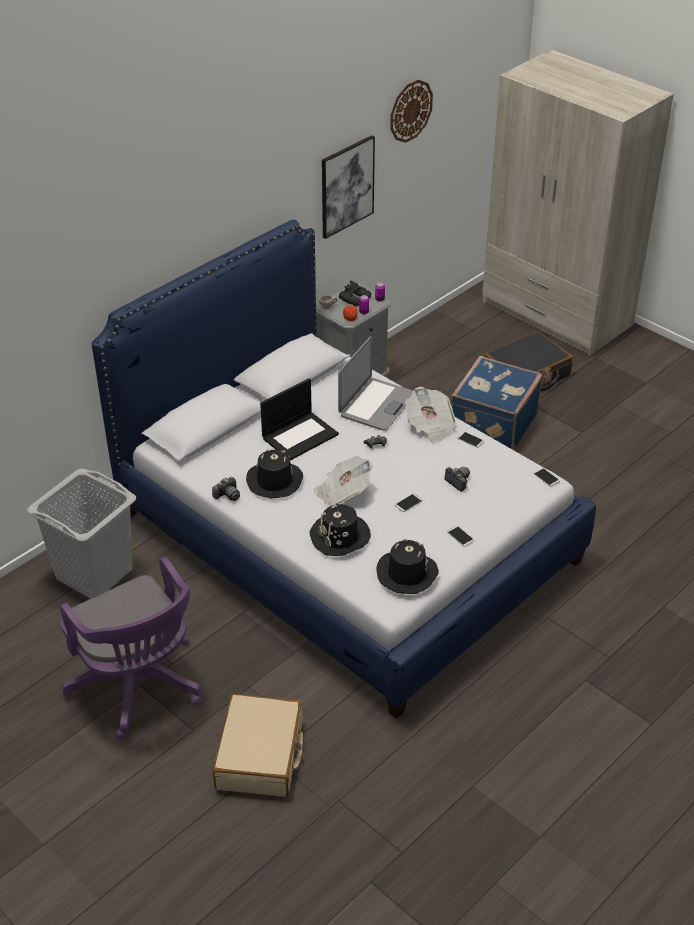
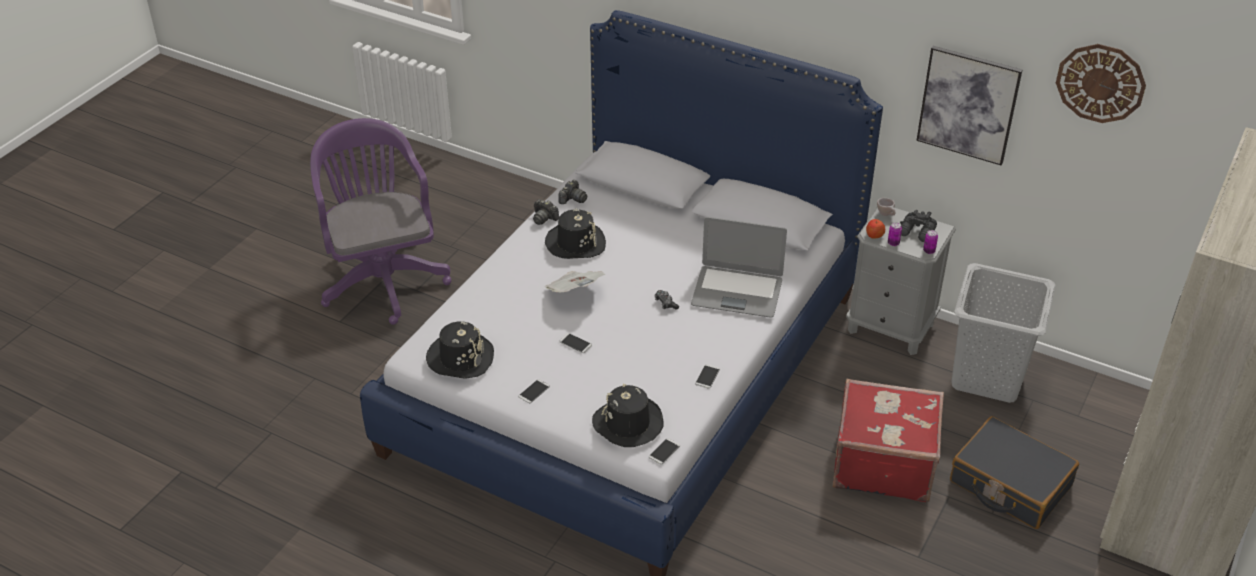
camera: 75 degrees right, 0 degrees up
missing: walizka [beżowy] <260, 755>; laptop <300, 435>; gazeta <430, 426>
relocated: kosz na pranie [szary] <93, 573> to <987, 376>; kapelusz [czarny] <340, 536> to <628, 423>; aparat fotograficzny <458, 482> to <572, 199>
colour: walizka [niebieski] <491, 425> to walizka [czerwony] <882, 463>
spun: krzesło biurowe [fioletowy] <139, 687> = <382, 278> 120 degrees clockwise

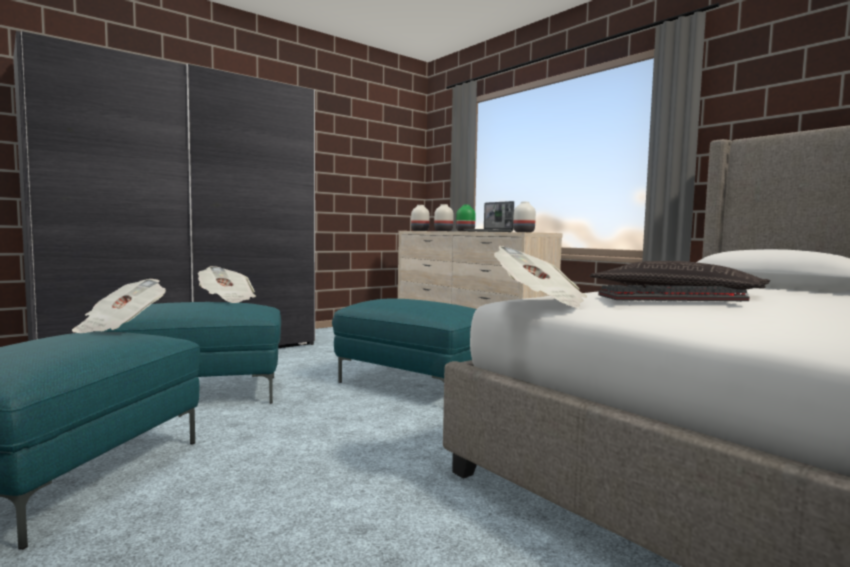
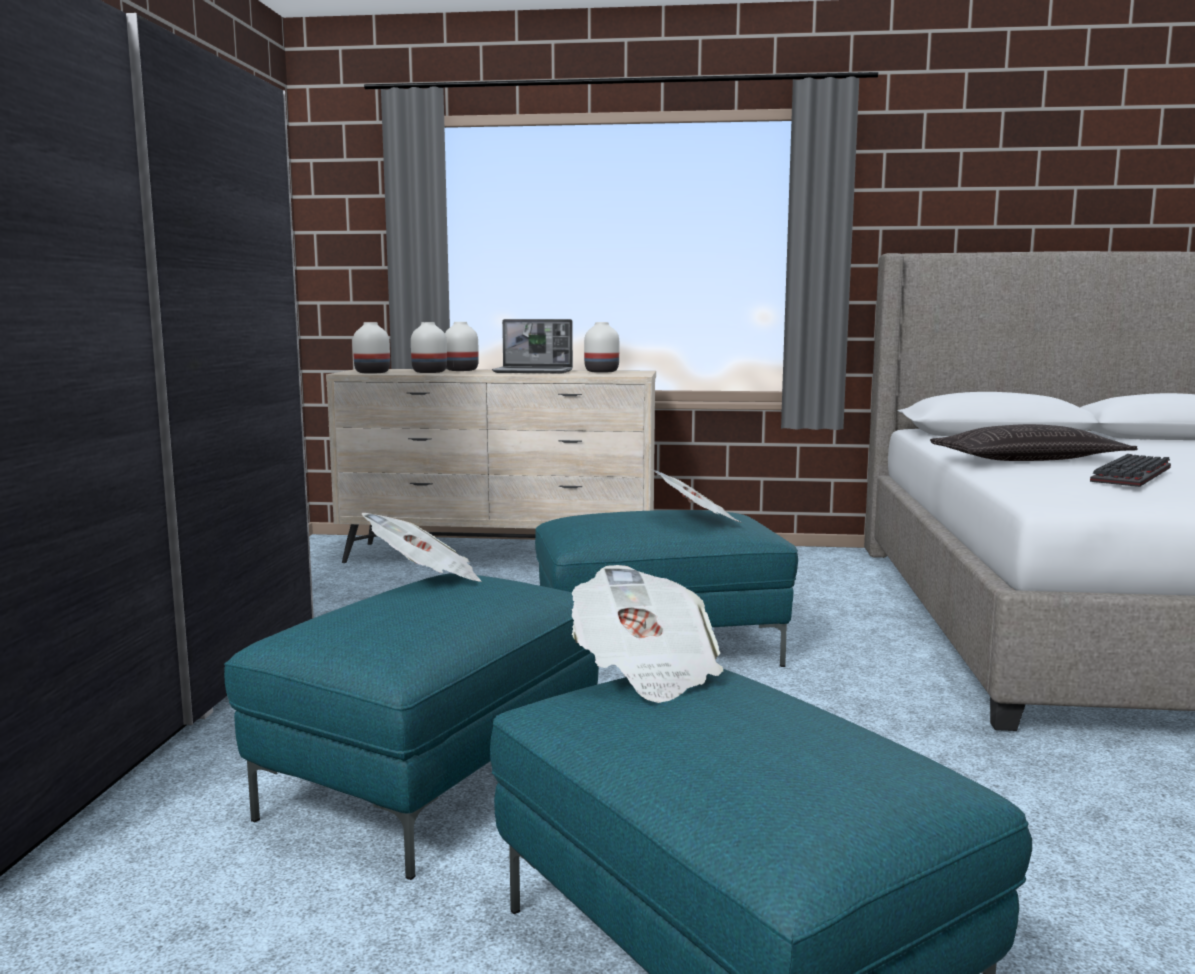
camera: 45 degrees left, 5 degrees up
relocated: gazeta <540, 301> to <696, 520>
colour: wazon [zielony] <465, 231> to wazon [biały] <460, 370>

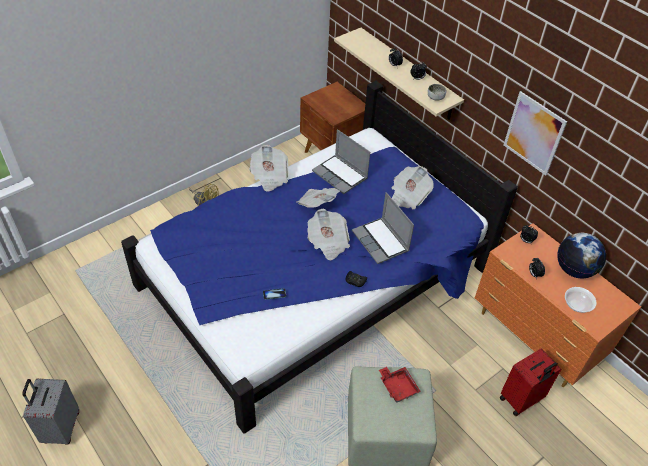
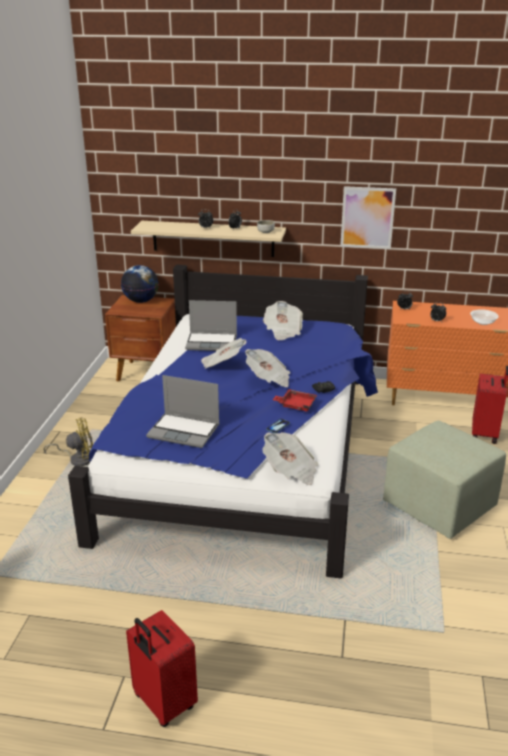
camera: 40 degrees left, 20 degrees down
relocated: gazeta <269, 176> to <290, 471>; laptop <381, 241> to <185, 431>; taca [czerwony] <398, 387> to <296, 405>; globus <574, 269> to <141, 301>
colour: walizka [szary] <60, 428> to walizka [czerwony] <163, 703>

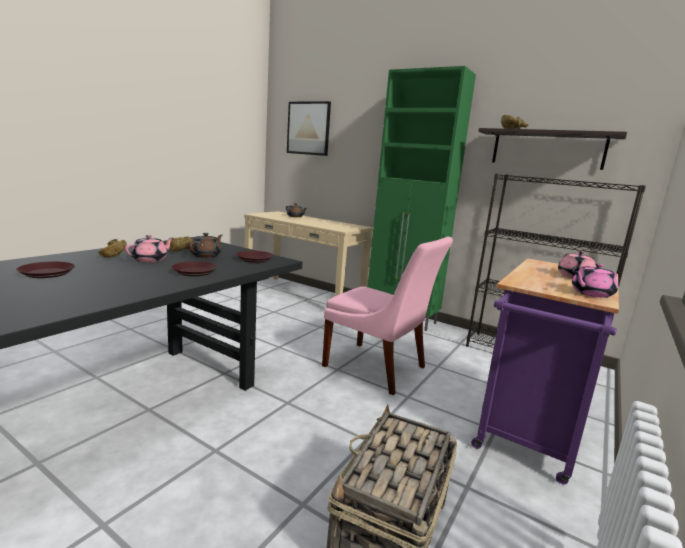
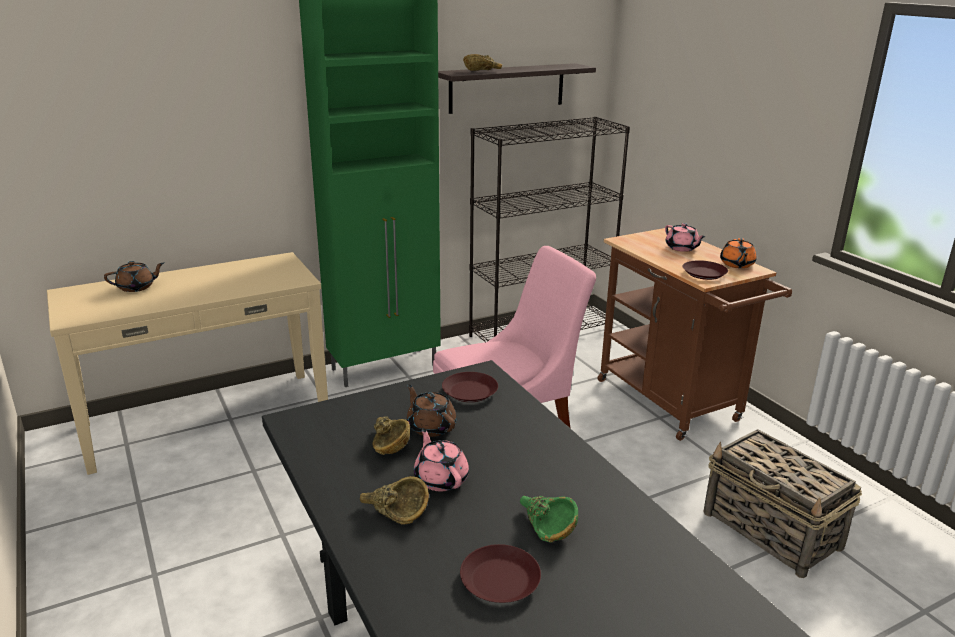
camera: 60 degrees left, 10 degrees up
missing: obraz <308, 128>
appeared: miska [zielony] <544, 526>
relocated: talerz [brązowy] <194, 272> to <704, 274>
colour: wózek [fioletowy] <528, 436> to wózek [brązowy] <674, 404>; imbryk [różowy] <591, 293> to imbryk [pomarańczowy] <737, 264>

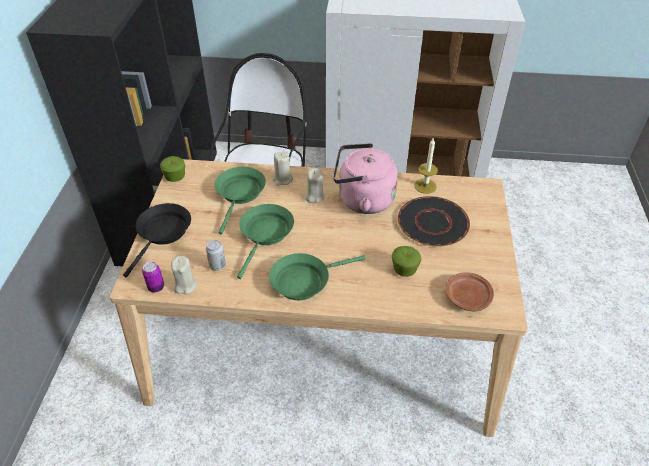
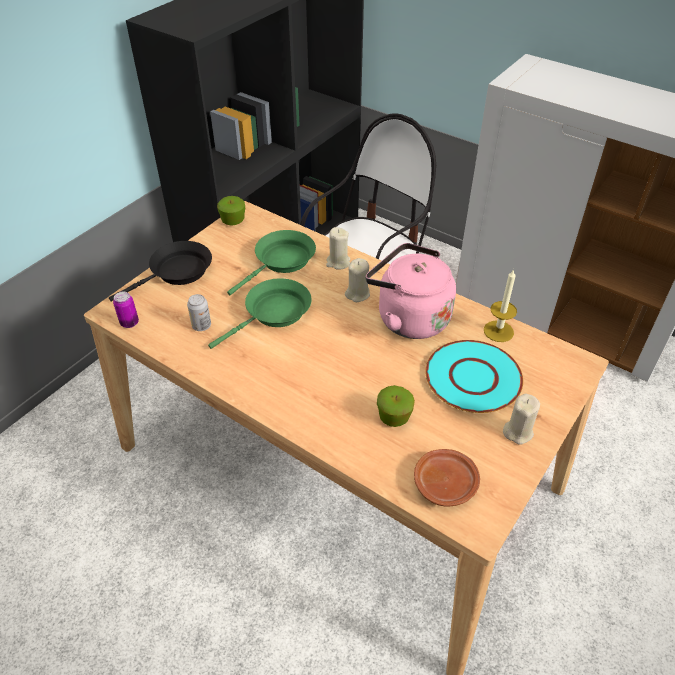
camera: 30 degrees right, 0 degrees up
missing: patelnia [zielony] <304, 280>
relocated: świeca [beżowy] <185, 285> to <518, 432>
colour: talerz [czarny] <433, 223> to talerz [turkusowy] <473, 378>

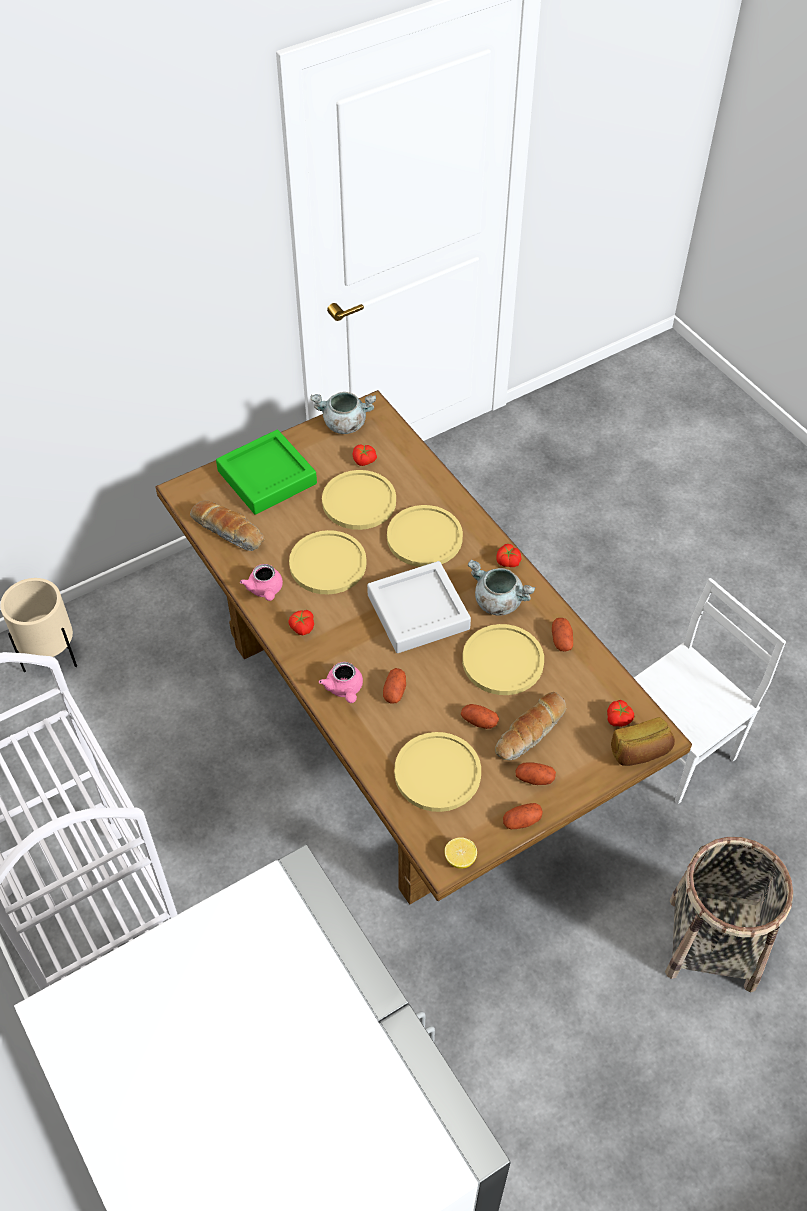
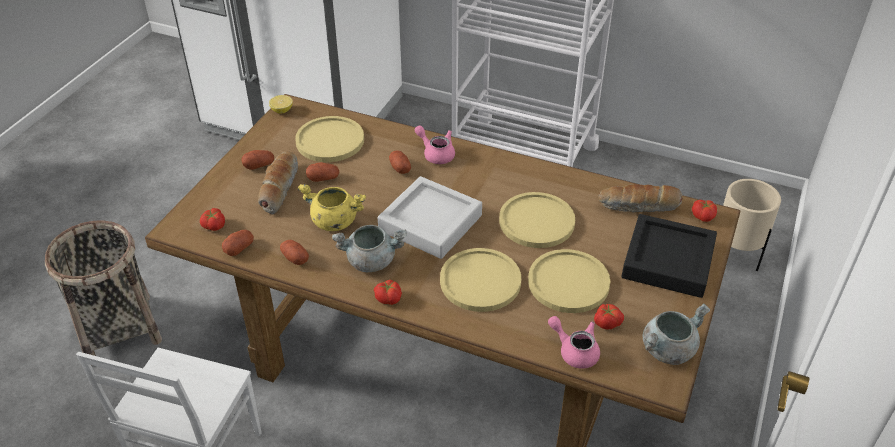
camera: 145 degrees right, 10 degrees down
missing: chleb <640, 752>
relocated: imbryk [różowy] <265, 590> to <574, 351>; pomidor <301, 627> to <703, 216>; ziemniak <521, 821> to <239, 248>
exchanged: talerz [żółty] <502, 661> to garnek [żółty] <334, 222>
colour: taca [zielony] <267, 477> to taca [czarny] <668, 261>

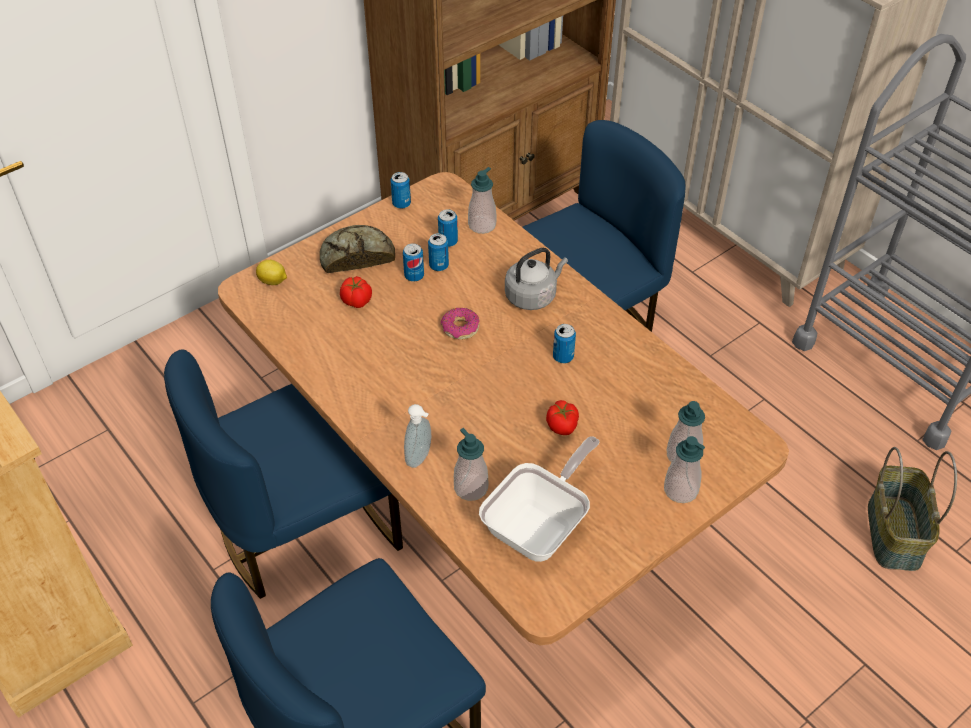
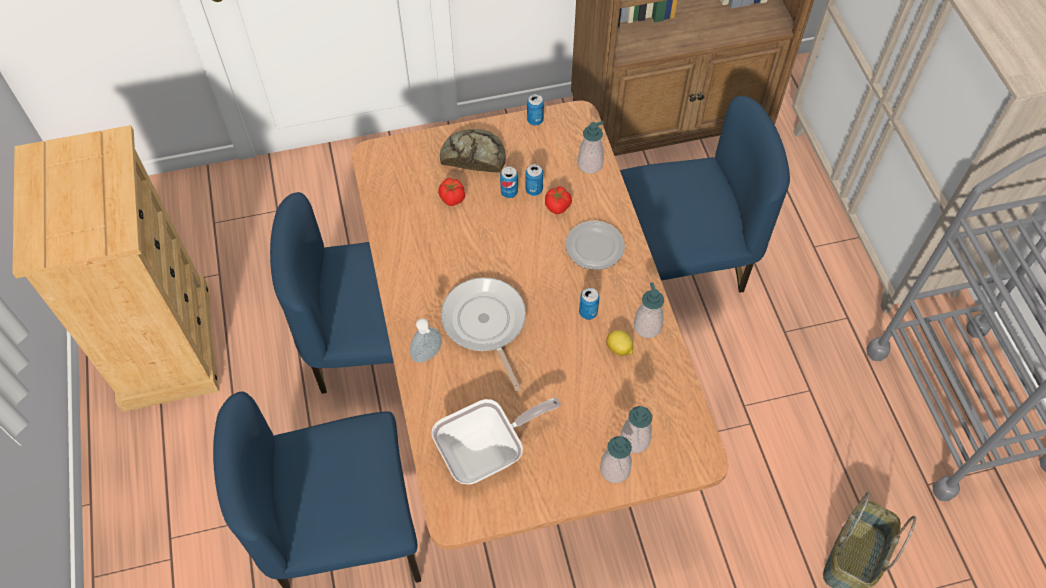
camera: 25 degrees right, 10 degrees up
missing: puszka <448, 241>; donut <460, 328>
appeared: patelnia <485, 324>
relocated: cytryna <273, 282> to <619, 349>; dozownik mydła <471, 487> to <647, 326>; pomidor <562, 426> to <558, 206>
exchanged: czajnik [szary] <533, 296> to talerz <595, 246>

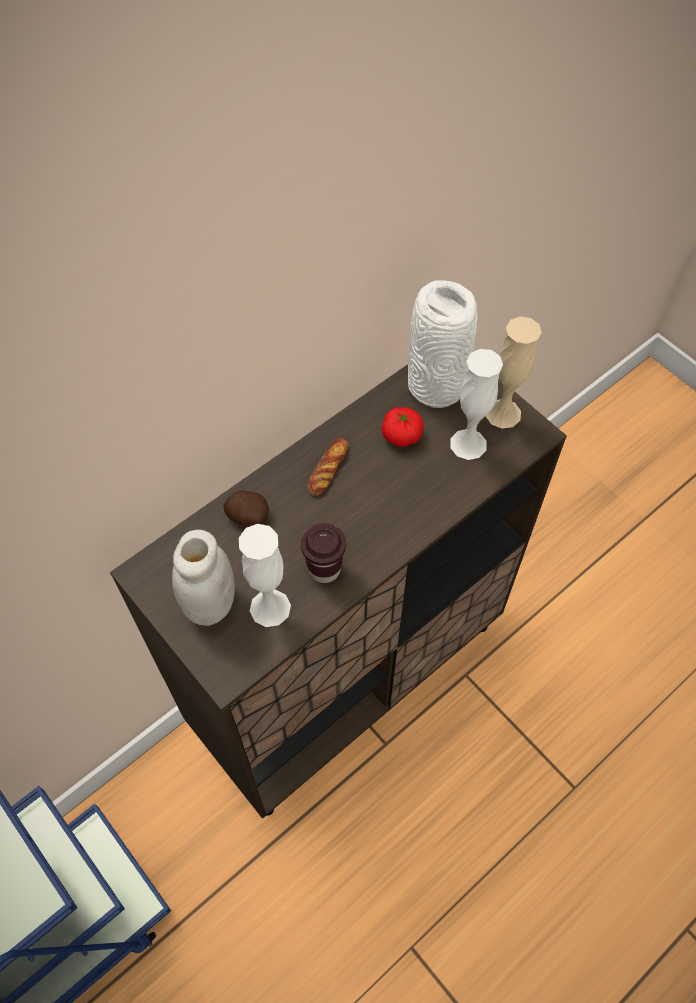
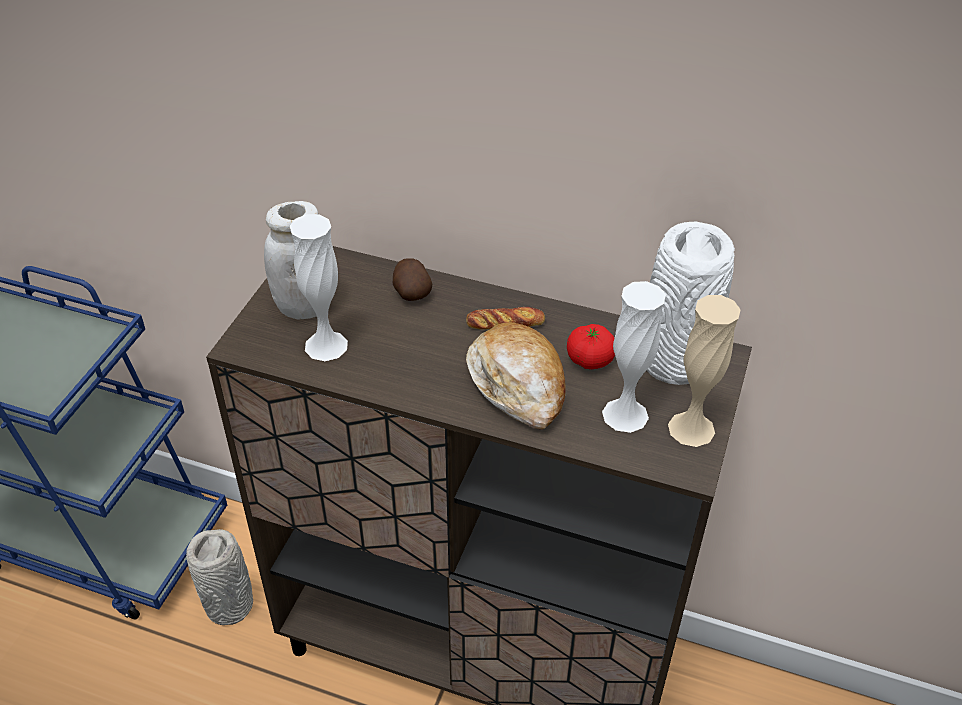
camera: 60 degrees right, 15 degrees down
missing: filiżanka [brązowy] <324, 569>
appeared: wazon [szary] <230, 604>; chleb <518, 384>

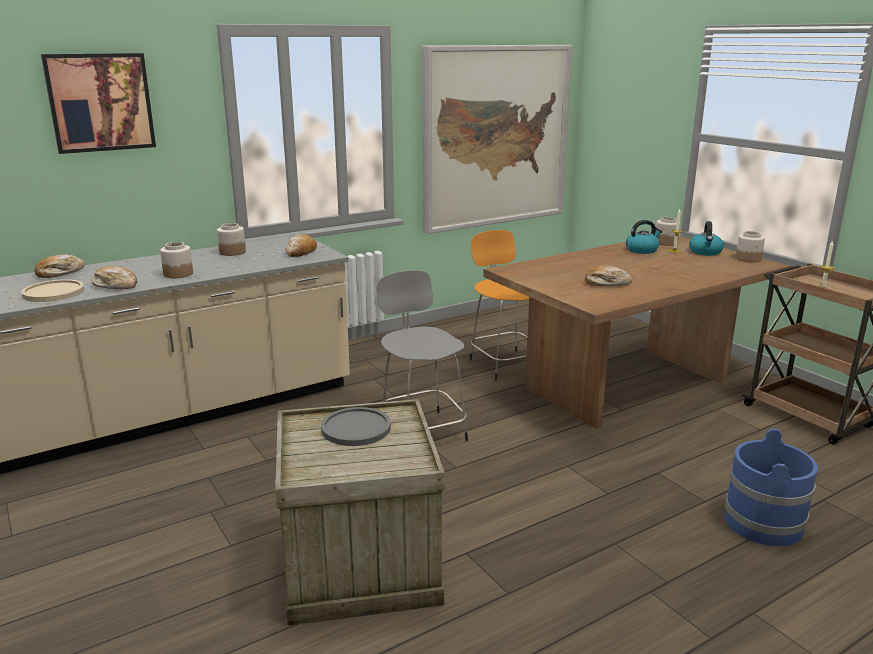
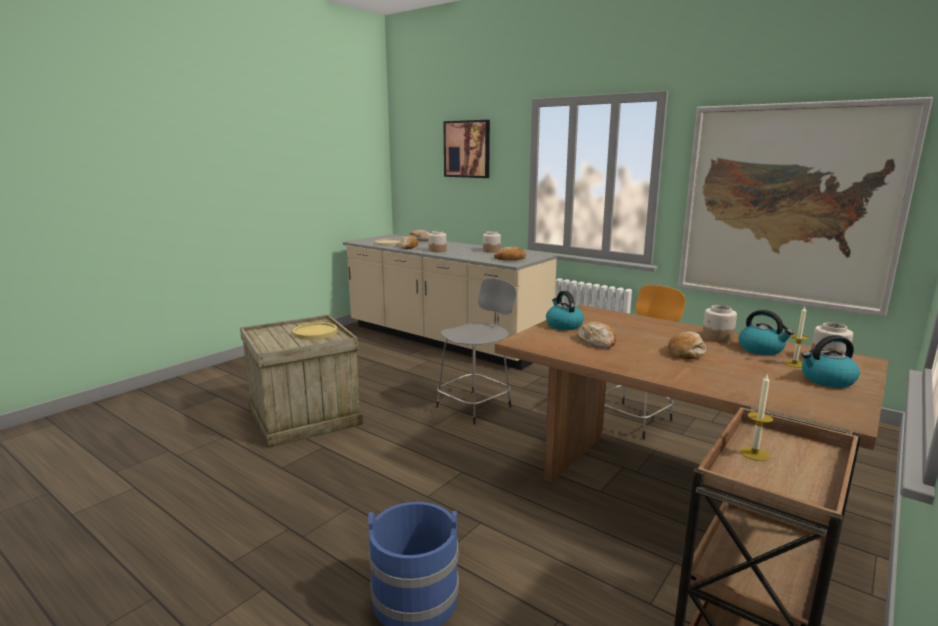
camera: 70 degrees right, 5 degrees down
appeared: czajnik <563, 325>; chleb <686, 352>
relocated: słoik <748, 259> to <717, 338>
colour: talerz [szary] <356, 428> to talerz [żółty] <315, 332>

